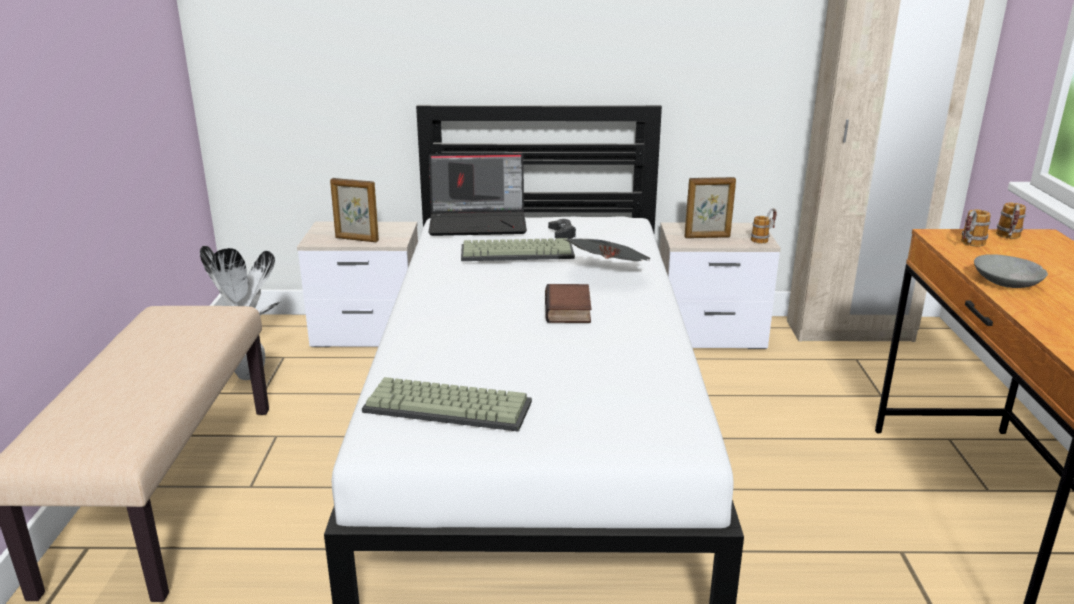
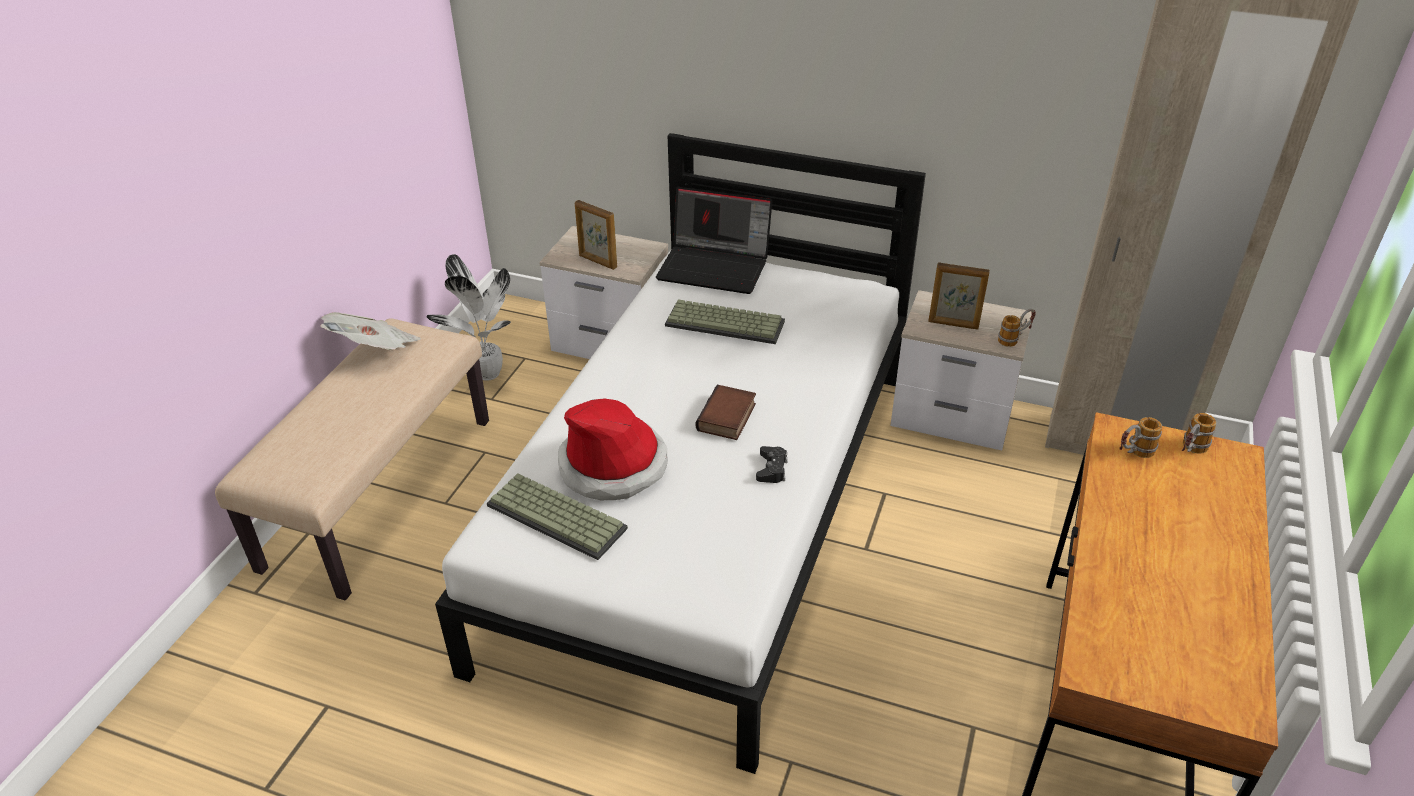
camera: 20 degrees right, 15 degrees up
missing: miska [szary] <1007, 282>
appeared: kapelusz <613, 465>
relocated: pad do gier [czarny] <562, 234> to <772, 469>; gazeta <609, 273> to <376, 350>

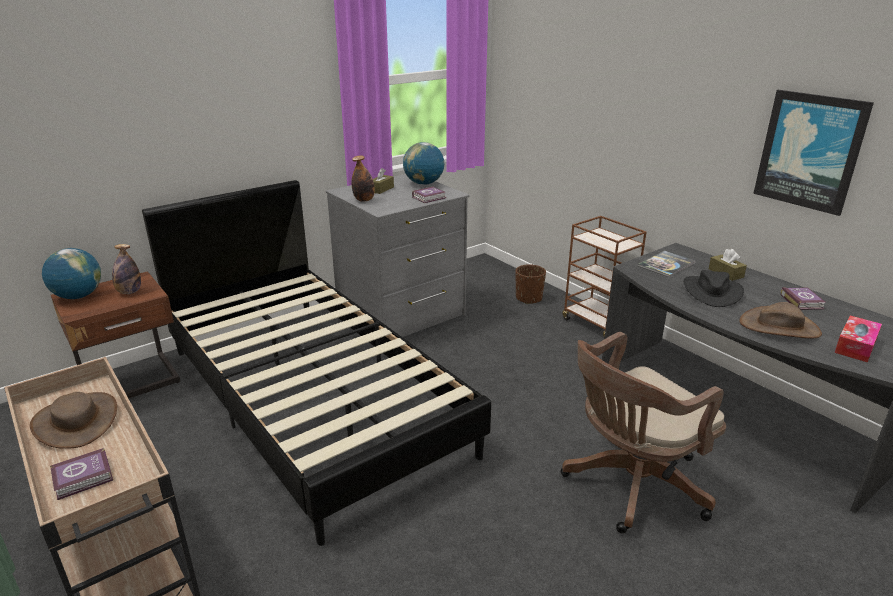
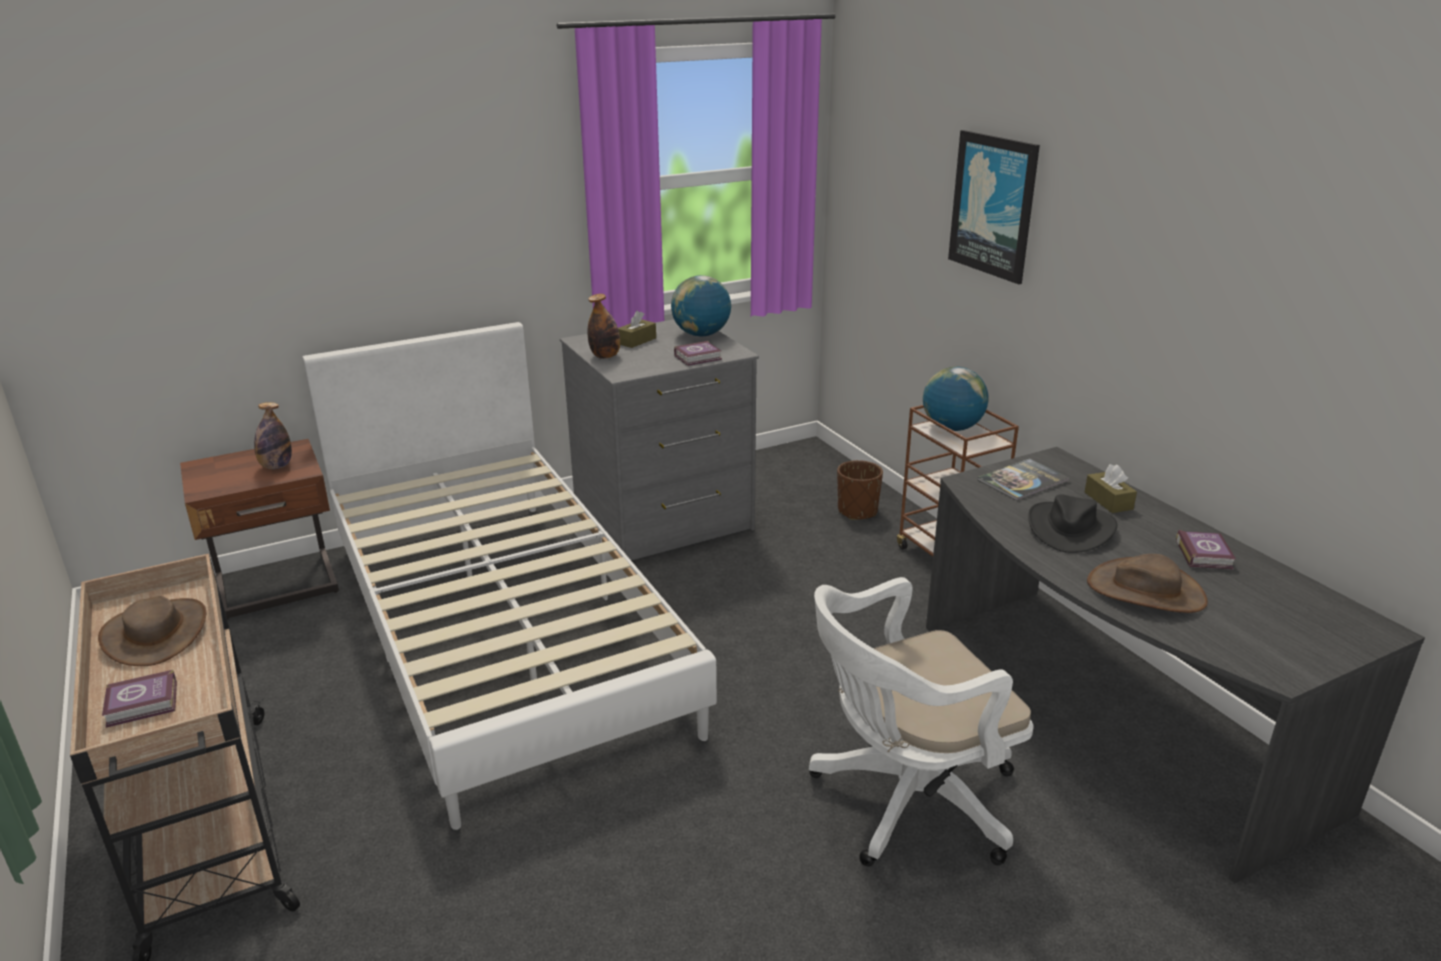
camera: 10 degrees right, 0 degrees up
missing: pudełko chusteczek <855, 346>
relocated: globus <78, 296> to <952, 428>; obraz <810, 151> to <993, 205>
colour: łóżko [czarny] <312, 398> to łóżko [biały] <502, 631>; krzesło biurowe [brązowy] <630, 485> to krzesło biurowe [biały] <905, 801>

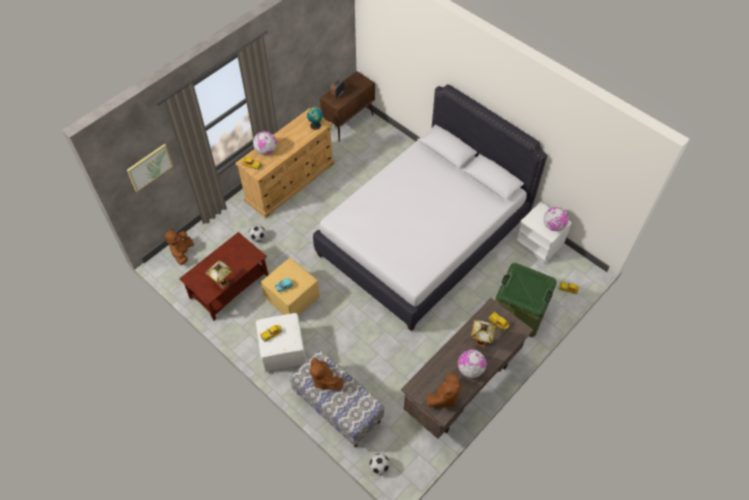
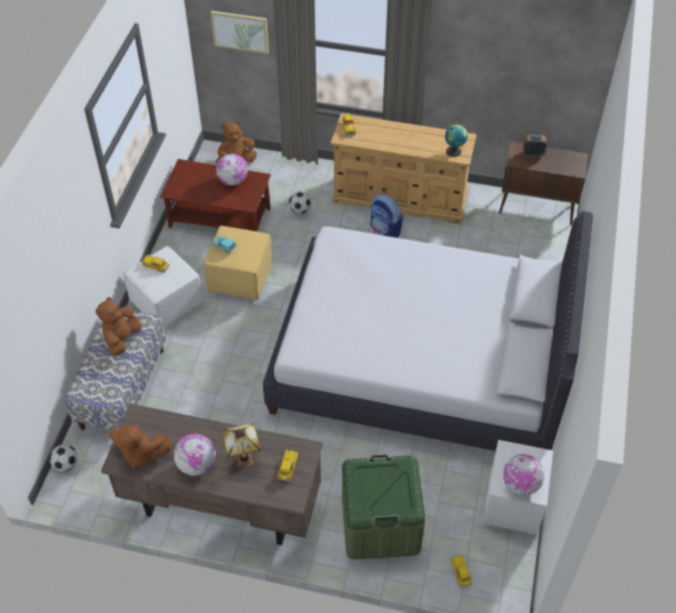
camera: 60 degrees right, 5 degrees down
missing: lampa stołowa <223, 284>
appeared: plecak <385, 230>
relocated: globus <266, 150> to <233, 181>

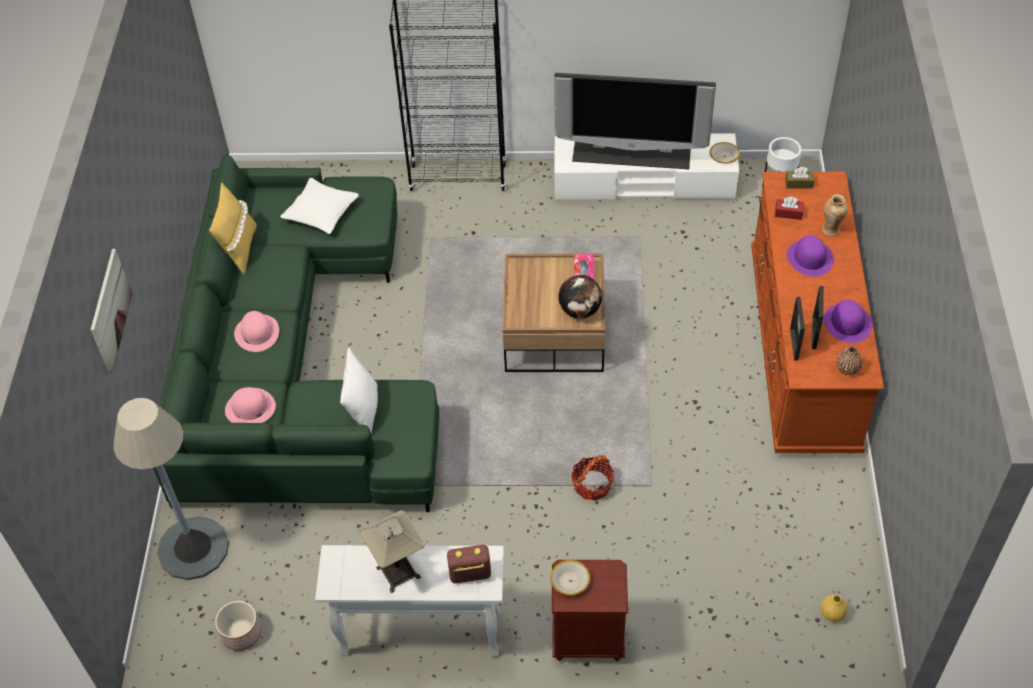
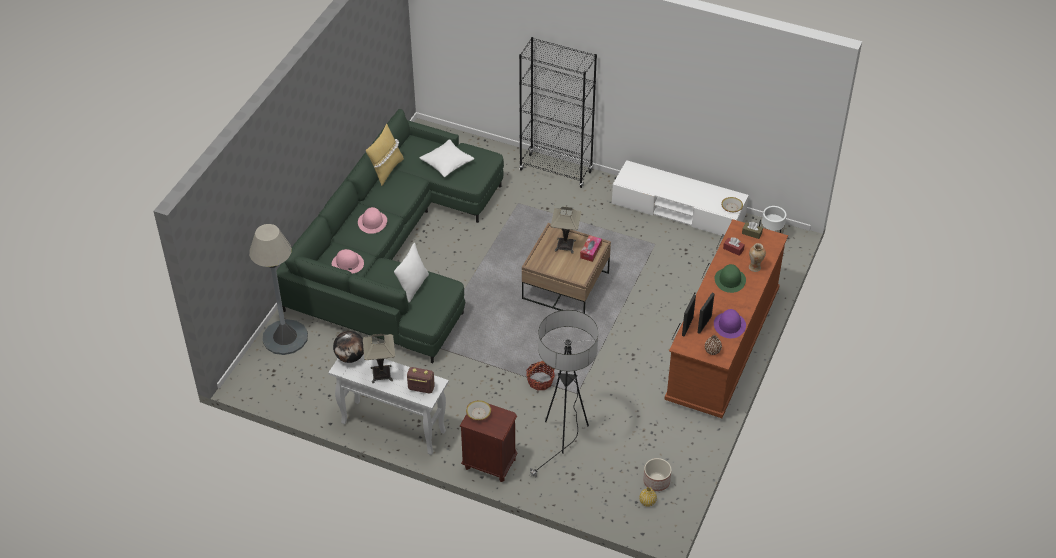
camera: 20 degrees right, 5 degrees down
missing: obraz <110, 311>; telewizor <632, 152>
appeared: lampa stojąca <564, 438>; lampa stołowa <565, 245>
relocated: donica <241, 633> to <656, 481>; globus <580, 310> to <350, 357>
colour: kapelusz [fioletowy] <810, 258> to kapelusz [zielony] <730, 280>

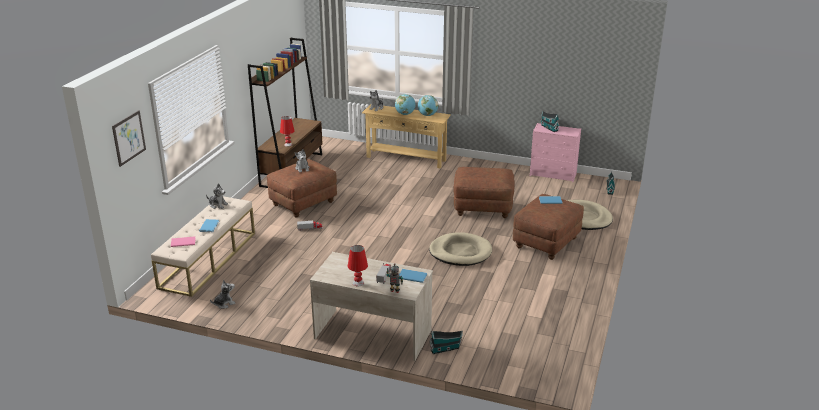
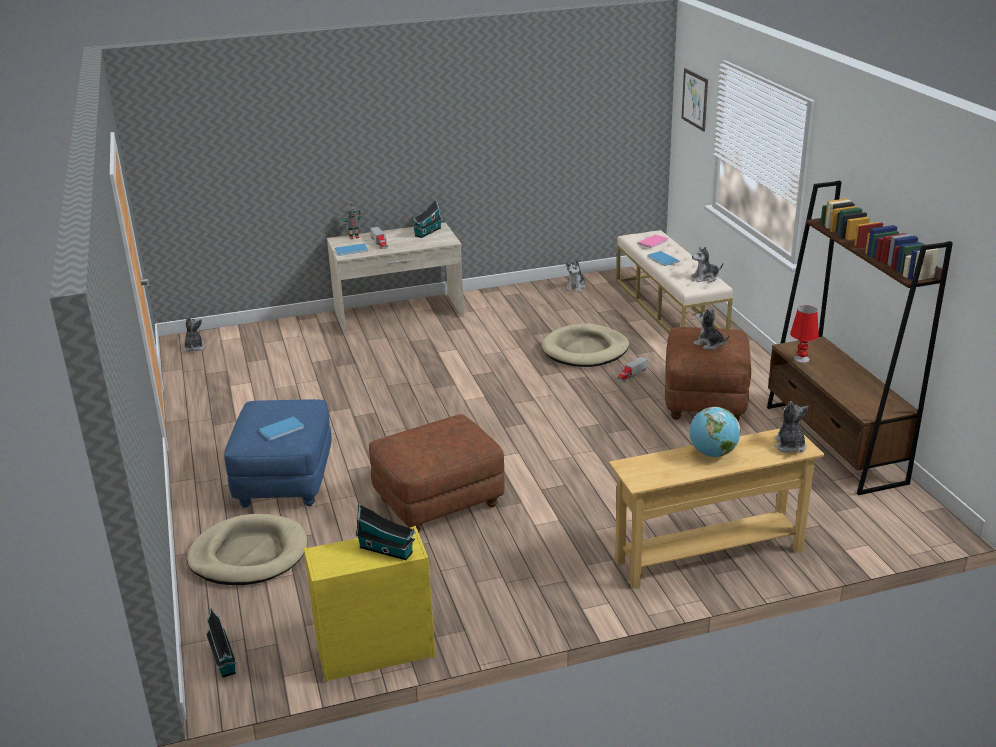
camera: 145 degrees right, 0 degrees up
missing: lampa stołowa [czerwony] <358, 283>; globus <427, 115>
appeared: pluszak <194, 348>
relocated: legowisko [beżowy] <460, 252> to <585, 350>; domek <446, 349> to <427, 232>
colour: pufa [brązowy] <546, 243> to pufa [niebieski] <284, 480>; komoda [różowy] <553, 174> to komoda [żółty] <374, 652>

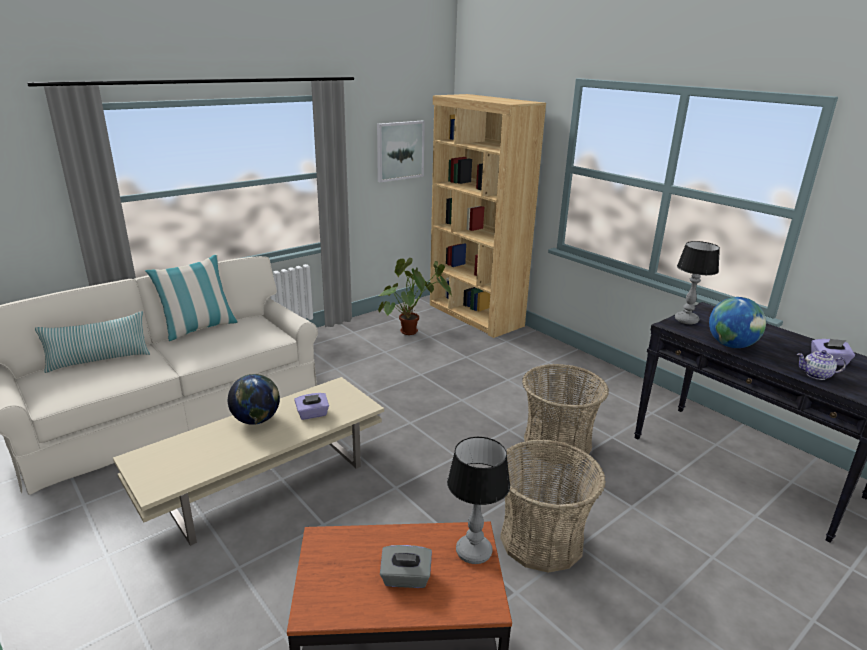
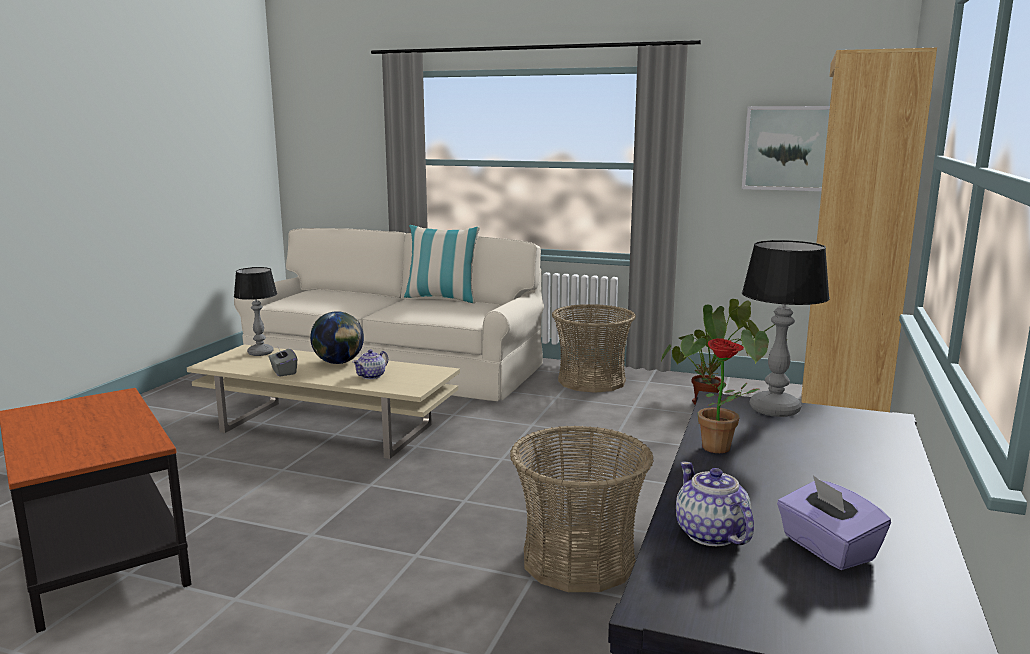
camera: 60 degrees right, 10 degrees down
missing: poduszka <99, 360>
relocated: pudełko chusteczek [szary] <405, 578> to <283, 372>; lampa stołowa <474, 551> to <261, 353>; koszyk <541, 539> to <592, 381>
exchanged: pudełko chusteczek [fioletowy] <312, 414> to imbryk <372, 376>; globus <731, 345> to roślina doniczkowa <722, 449>

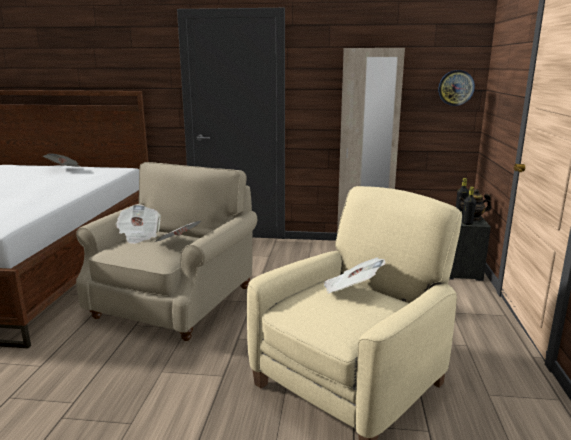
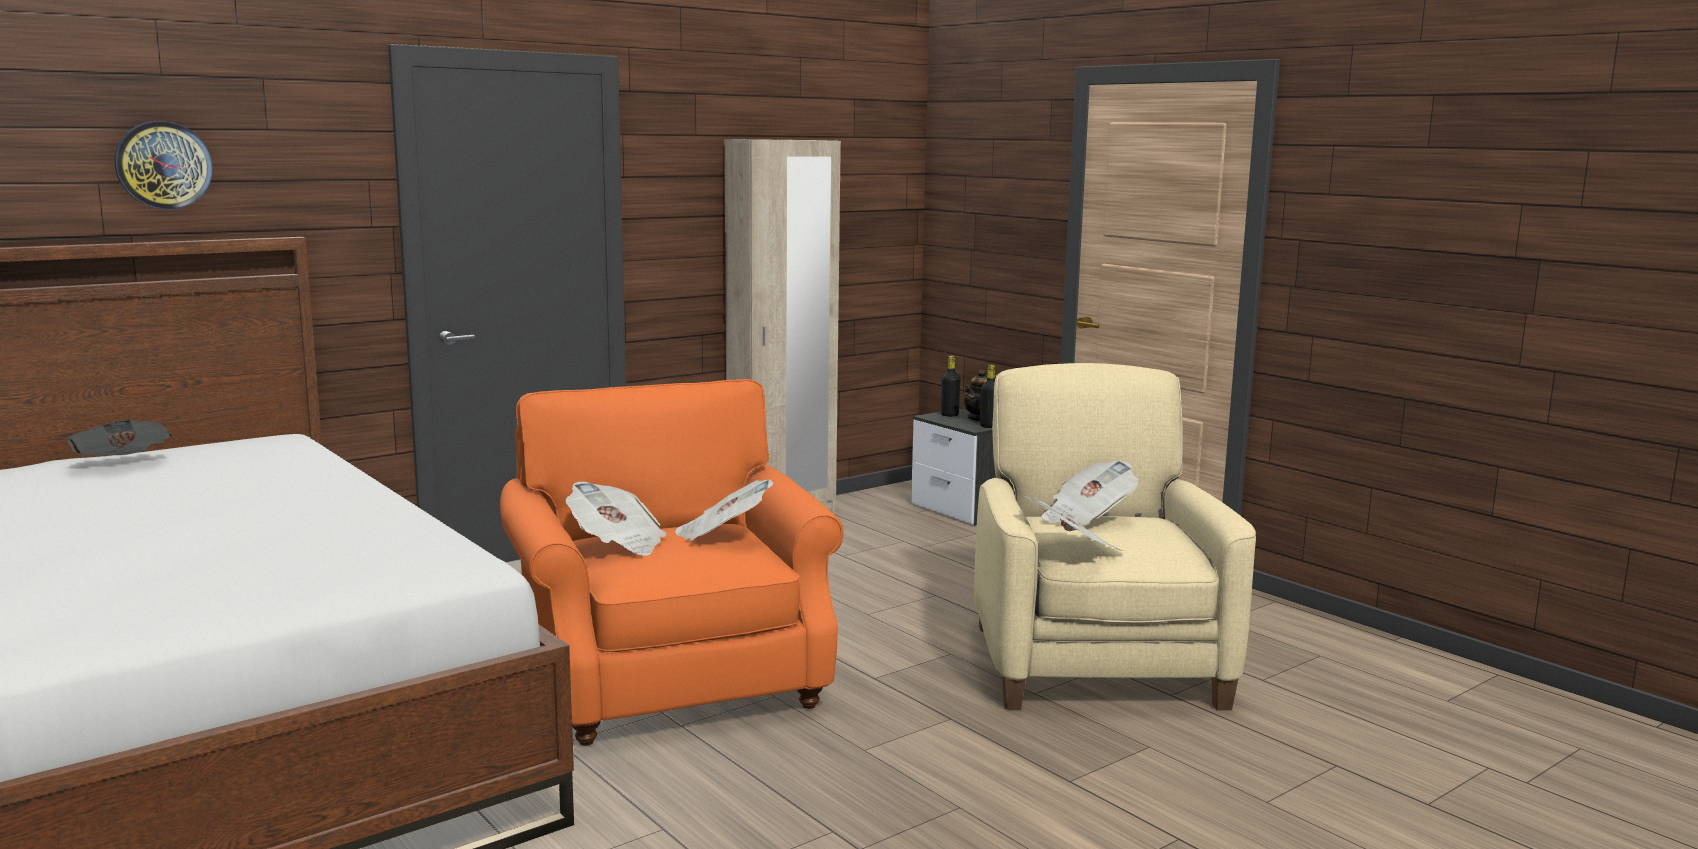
camera: 45 degrees left, 5 degrees down
appeared: gazeta <1072, 549>
relocated: zegar ścienny <456, 87> to <163, 165>
colour: fotel [beżowy] <175, 302> to fotel [pomarańczowy] <668, 675>

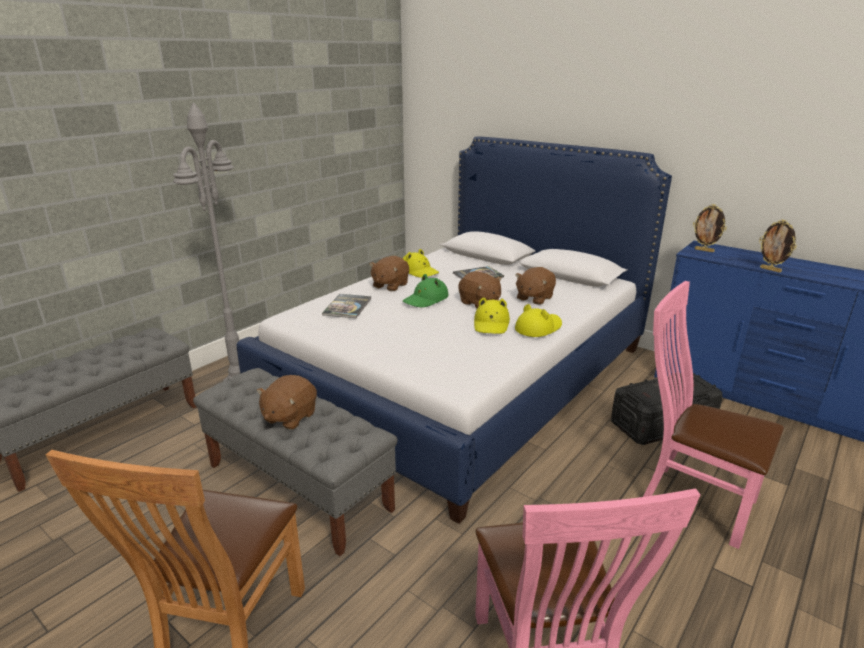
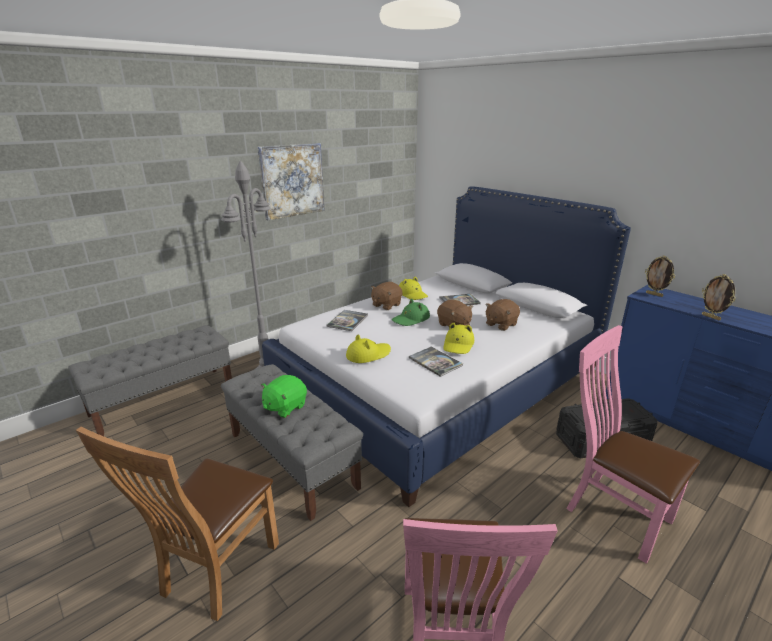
camera: 10 degrees right, 0 degrees up
appeared: obraz <292, 180>; książka <435, 362>
relocated: kapelusz [żółty] <538, 328> to <368, 354>
colour: pluszak [brązowy] <289, 417> to pluszak [zielony] <285, 407>

